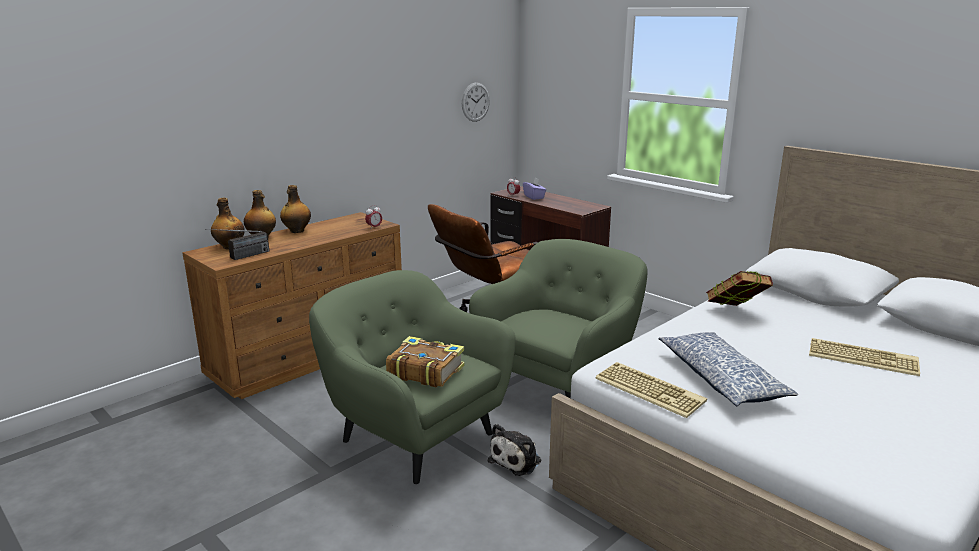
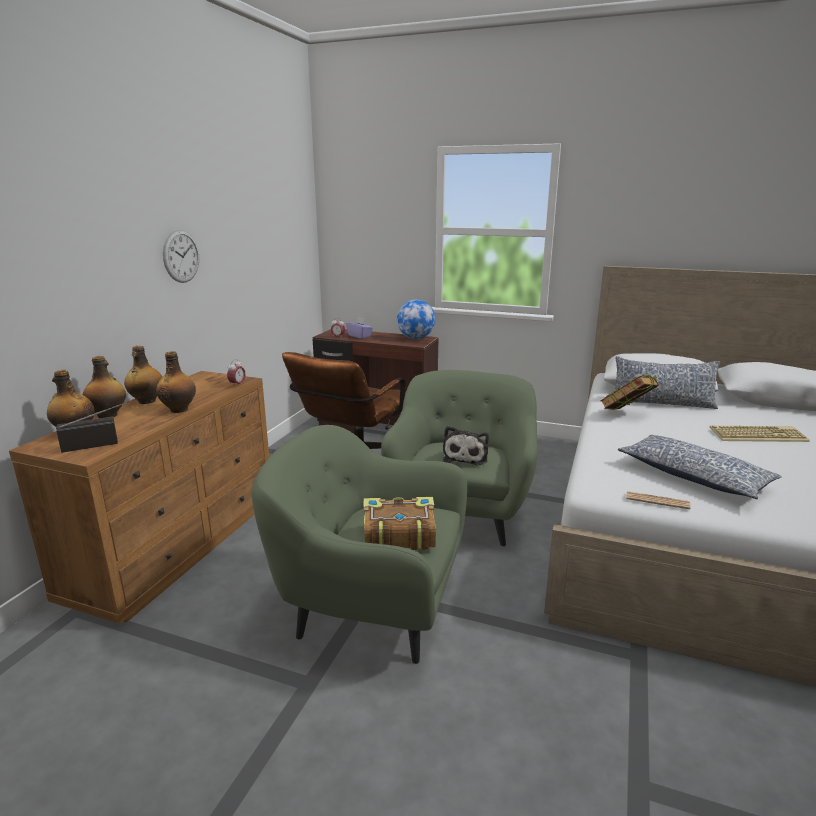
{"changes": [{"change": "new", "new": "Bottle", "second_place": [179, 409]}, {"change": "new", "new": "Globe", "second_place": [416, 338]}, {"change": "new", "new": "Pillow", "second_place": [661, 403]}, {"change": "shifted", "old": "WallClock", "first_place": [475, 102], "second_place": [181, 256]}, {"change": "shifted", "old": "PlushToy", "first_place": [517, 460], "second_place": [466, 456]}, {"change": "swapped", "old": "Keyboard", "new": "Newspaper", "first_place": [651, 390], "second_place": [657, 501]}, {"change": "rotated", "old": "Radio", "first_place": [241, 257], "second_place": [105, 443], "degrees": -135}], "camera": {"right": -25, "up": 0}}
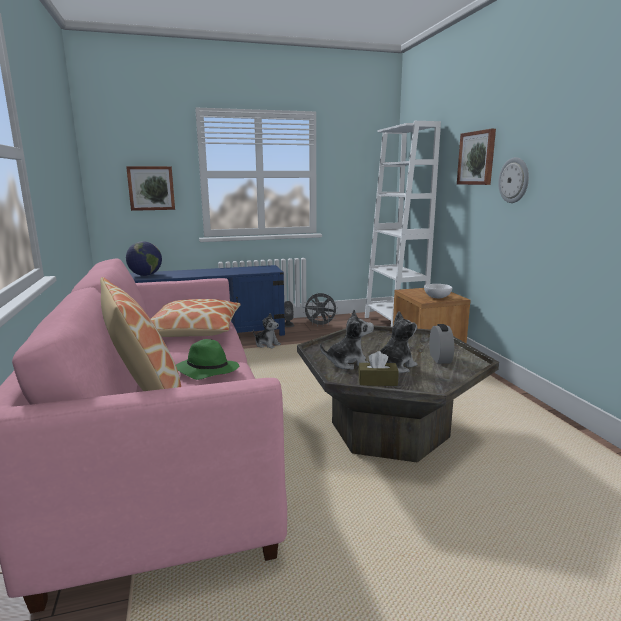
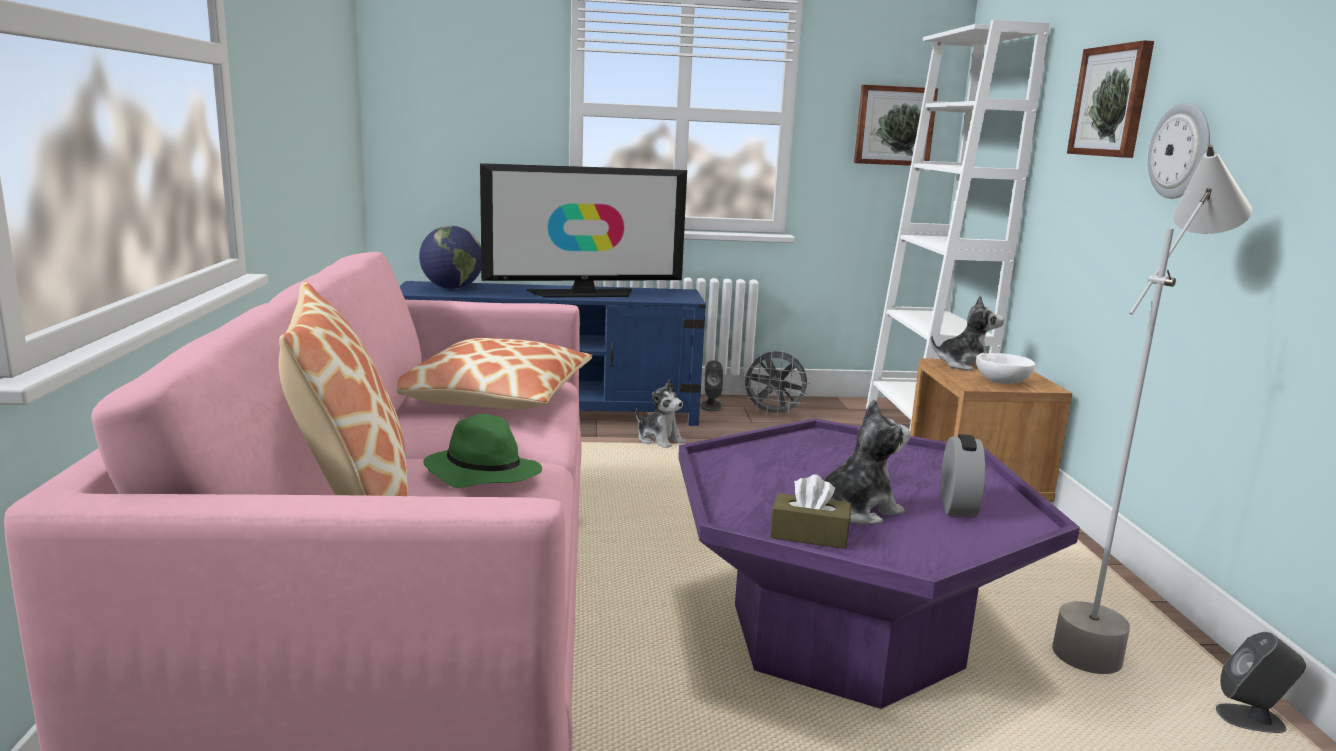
{"changes": [{"change": "new", "new": "Television", "second_place": [583, 293]}, {"change": "new", "new": "GreyFloorLamp", "second_place": [1106, 637]}, {"change": "new", "new": "GreySpeaker", "second_place": [1250, 720]}, {"change": "shifted", "old": "Picture", "first_place": [151, 188], "second_place": [894, 126]}, {"change": "shifted", "old": "PlushToy", "first_place": [348, 363], "second_place": [964, 365]}, {"change": "repainted", "old": "GreyCoffeeTable", "new": "PurpleCoffeeTable", "first_place": [388, 430], "second_place": [842, 637]}], "camera": {"right": 10, "up": 0}}
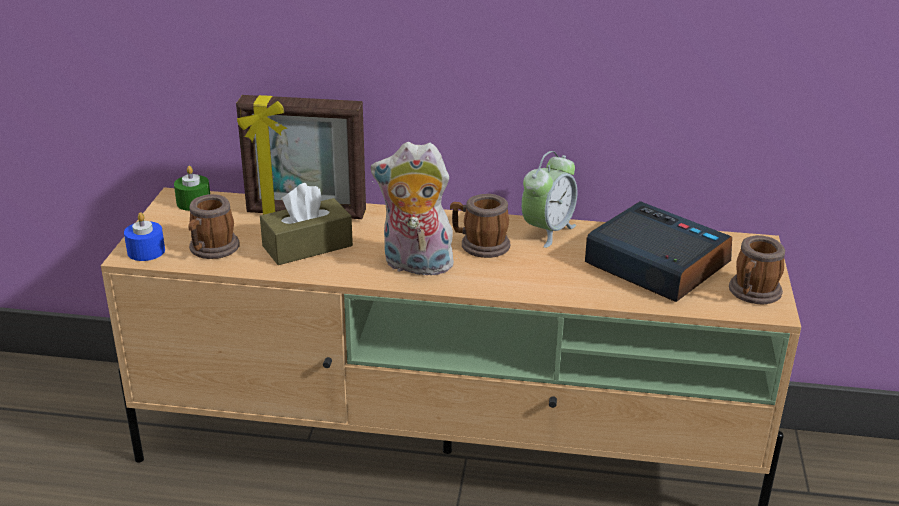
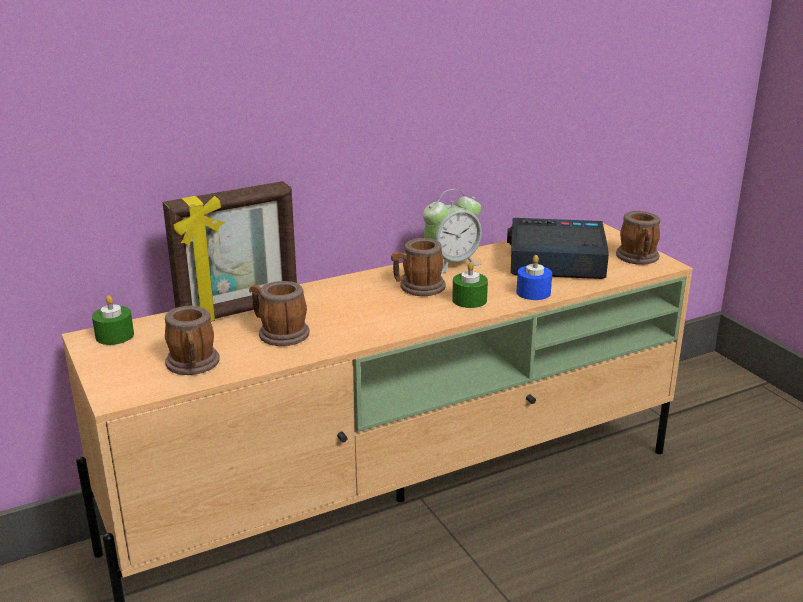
{"changes": [{"change": "gone", "old": "PlushToy", "first_place": [415, 266]}, {"change": "new", "new": "GreenCandle", "second_place": [469, 300]}, {"change": "shifted", "old": "BlueCandle", "first_place": [146, 251], "second_place": [533, 292]}, {"change": "swapped", "old": "BrownTissueBox", "new": "Mug", "first_place": [307, 246], "second_place": [279, 333]}, {"change": "rotated", "old": "AlarmClock", "first_place": [547, 231], "second_place": [452, 263], "degrees": 60}], "camera": {"right": -35, "up": -5}}
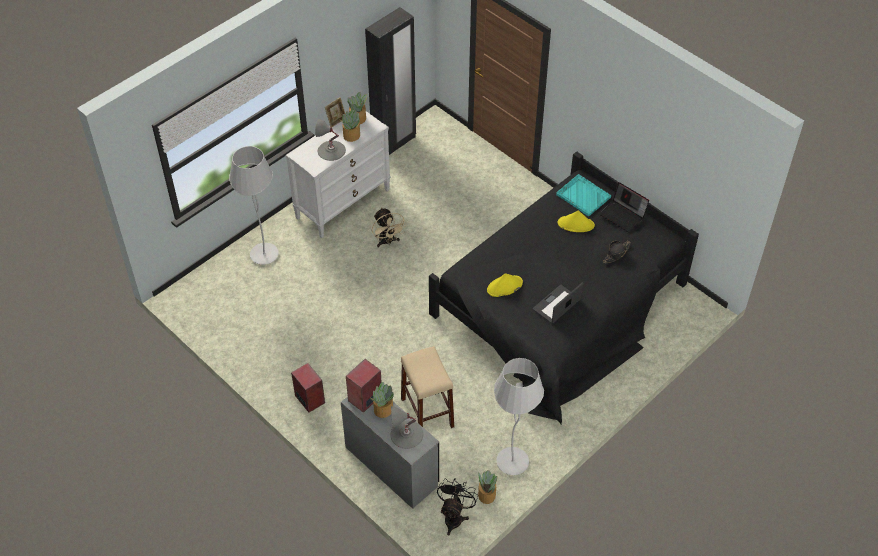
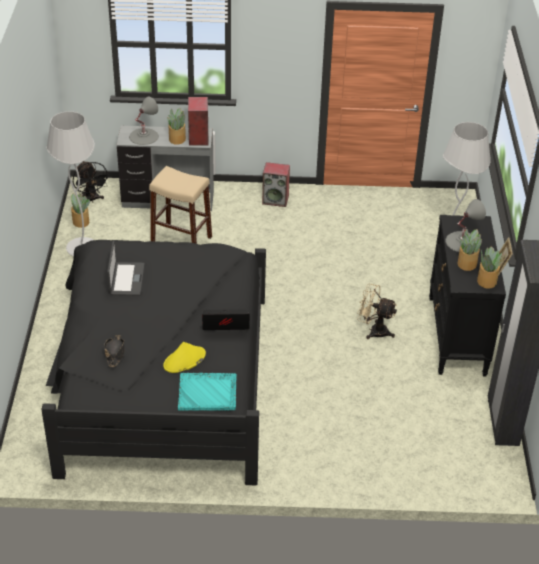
{"changes": [{"change": "gone", "old": "YellowHat", "first_place": [504, 286]}, {"change": "shifted", "old": "Laptop", "first_place": [623, 215], "second_place": [225, 324]}, {"change": "repainted", "old": "WhiteDresser", "new": "BlackDresser", "first_place": [343, 203], "second_place": [457, 336]}], "camera": {"right": 135, "up": -10}}
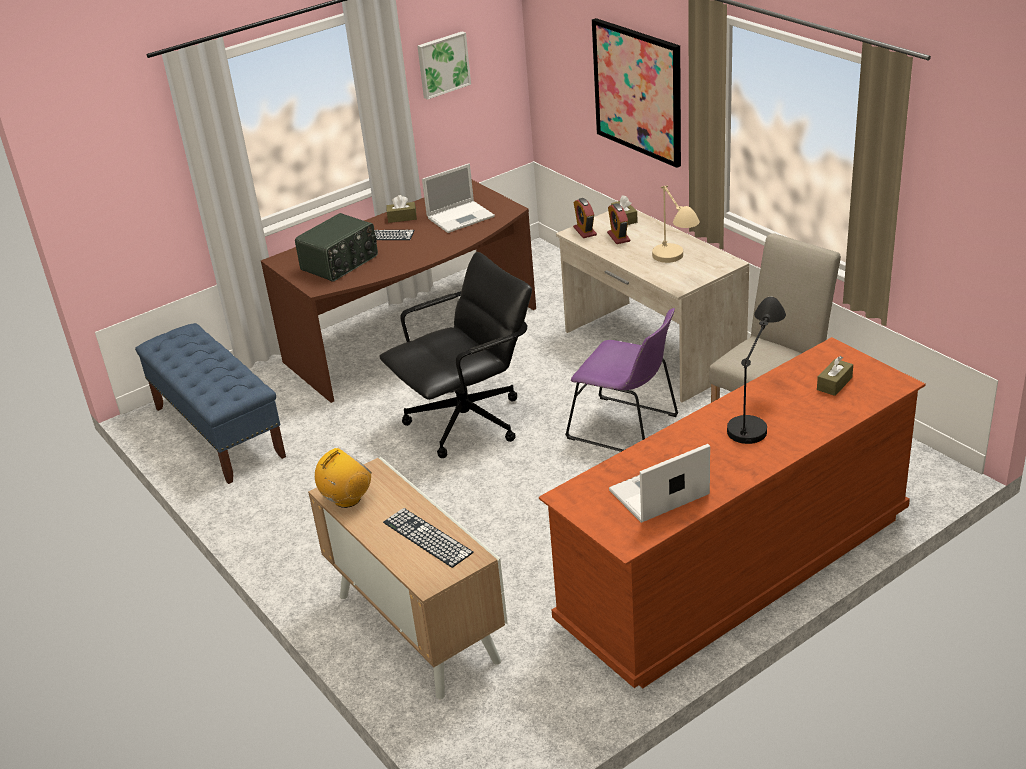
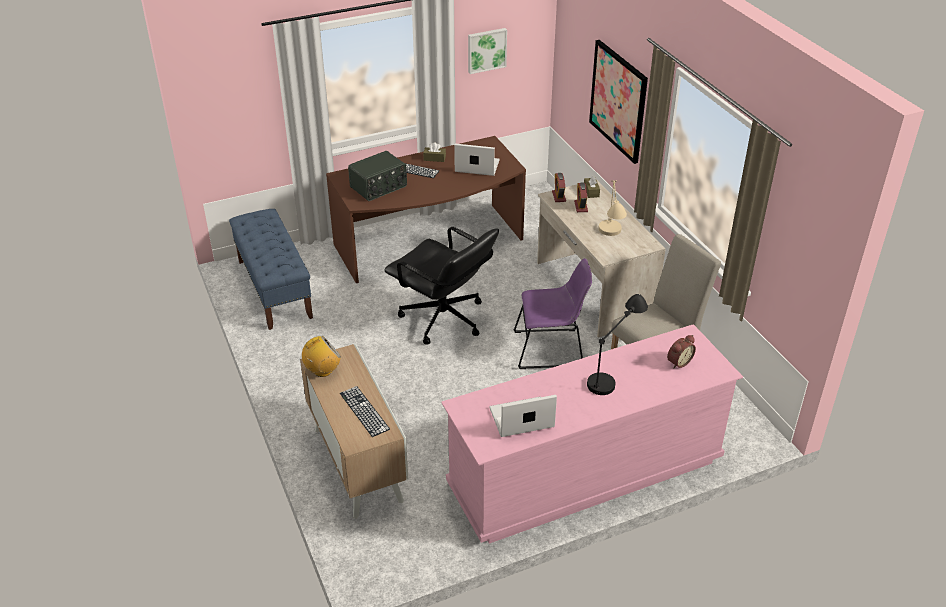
{"changes": [{"change": "swapped", "old": "BrownTissueBox", "new": "AlarmClock", "first_place": [834, 384], "second_place": [678, 362]}, {"change": "repainted", "old": "BrownDresser", "new": "PinkDresser", "first_place": [735, 569], "second_place": [585, 473]}, {"change": "rotated", "old": "BlackOfficeChair", "first_place": [467, 422], "second_place": [443, 319], "degrees": 60}, {"change": "rotated", "old": "Laptop", "first_place": [461, 217], "second_place": [476, 166], "degrees": -150}, {"change": "rotated", "old": "PurpleChair", "first_place": [627, 428], "second_place": [551, 349], "degrees": -45}], "camera": {"right": 10, "up": 5}}
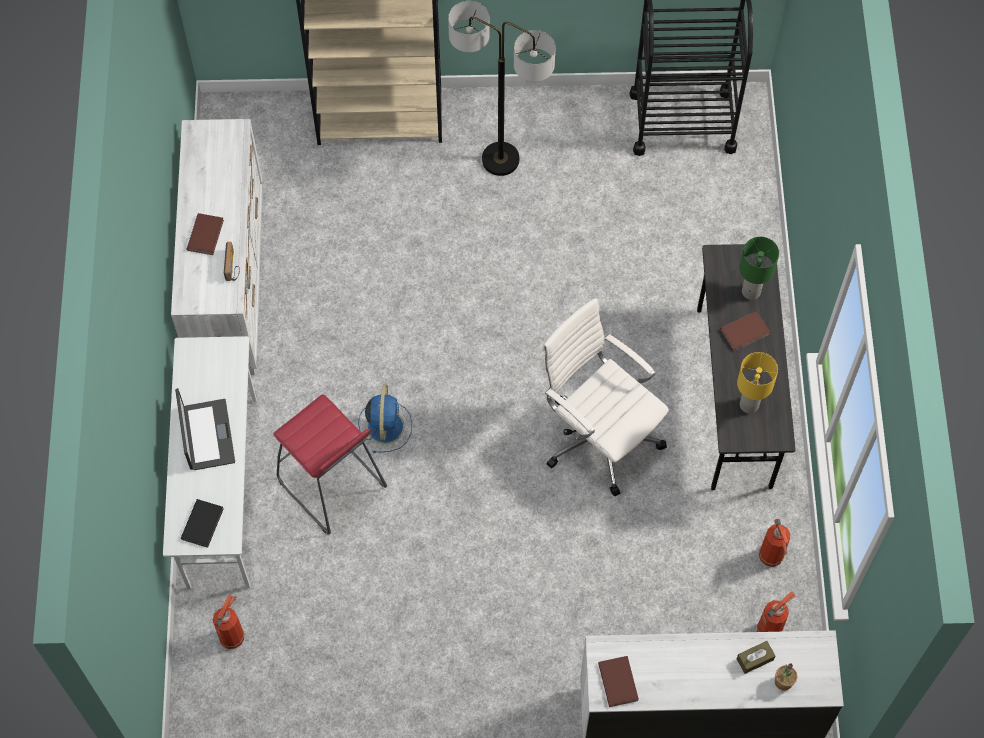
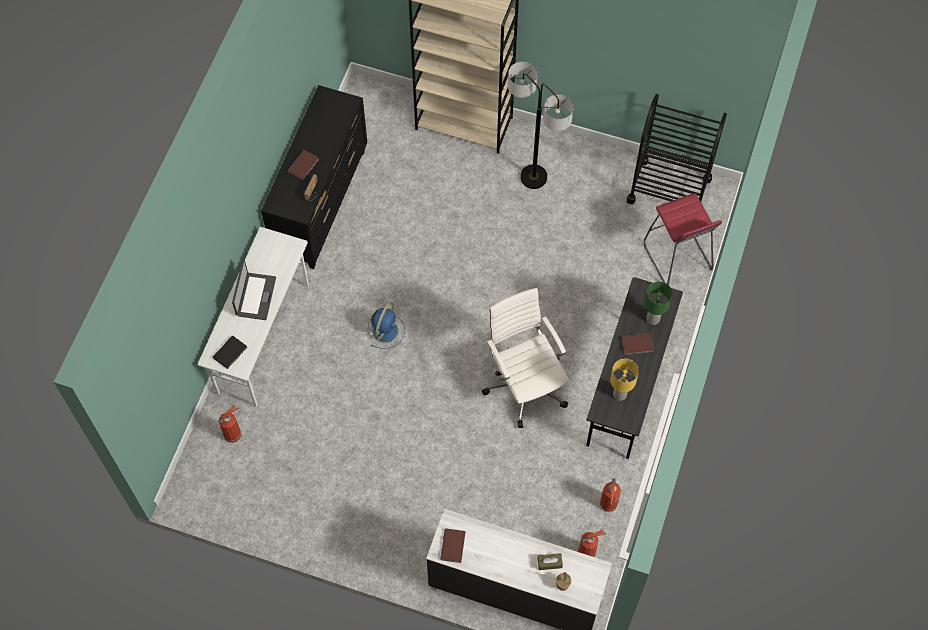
{"changes": [{"change": "shifted", "old": "RedStool", "first_place": [331, 484], "second_place": [677, 257]}, {"change": "repainted", "old": "WhiteDresser", "new": "BlackDresser", "first_place": [229, 282], "second_place": [321, 203]}], "camera": {"right": 20, "up": 0}}
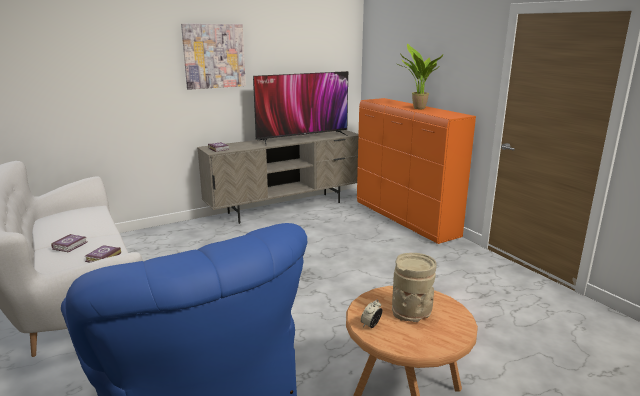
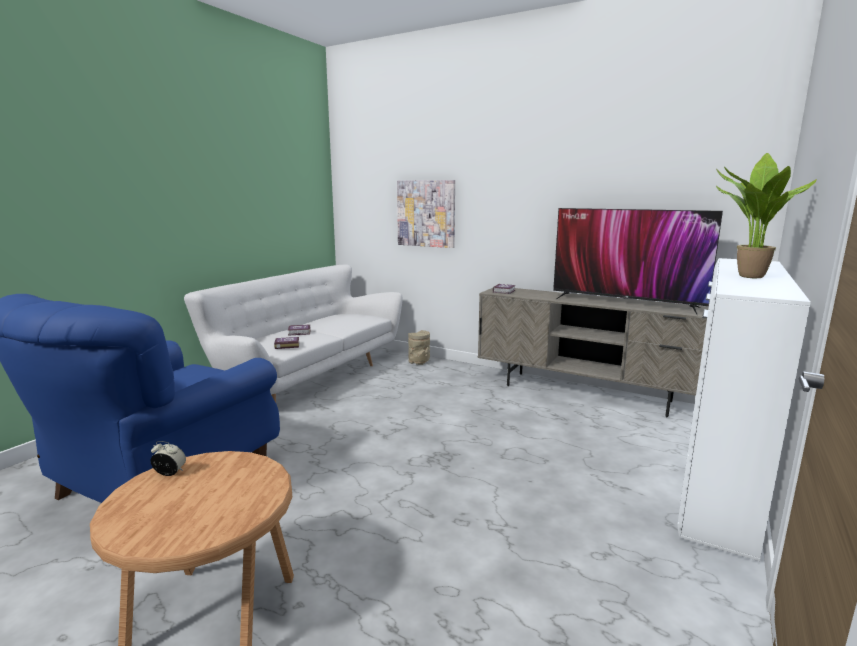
{"changes": [{"change": "shifted", "old": "Picture", "first_place": [214, 56], "second_place": [426, 213]}, {"change": "shifted", "old": "BeigeVase", "first_place": [412, 312], "second_place": [419, 362]}, {"change": "repainted", "old": "OrangeDresser", "new": "WhiteDresser", "first_place": [404, 219], "second_place": [715, 481]}], "camera": {"right": 60, "up": -5}}
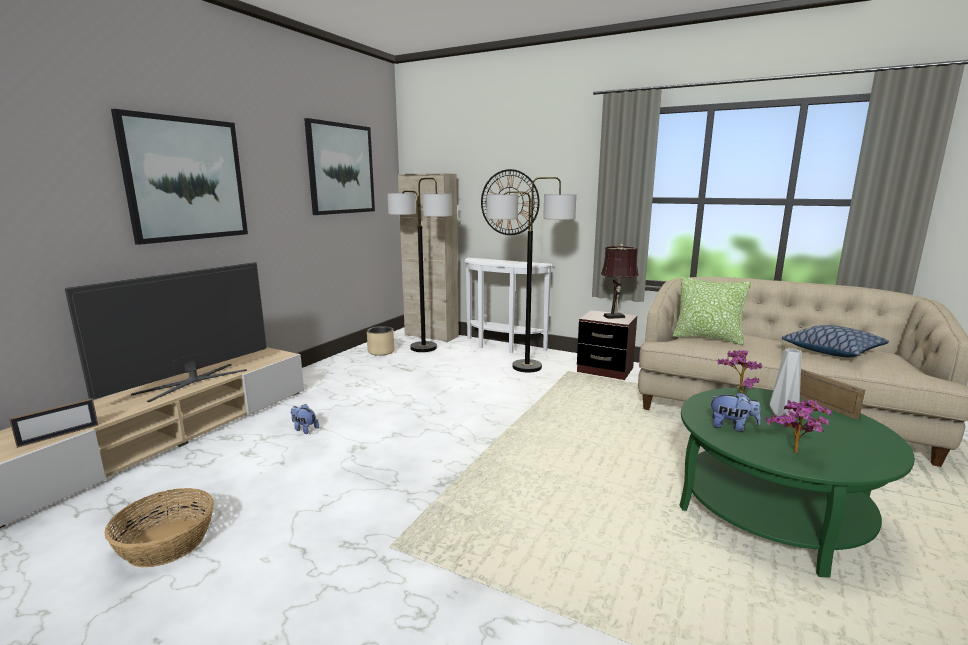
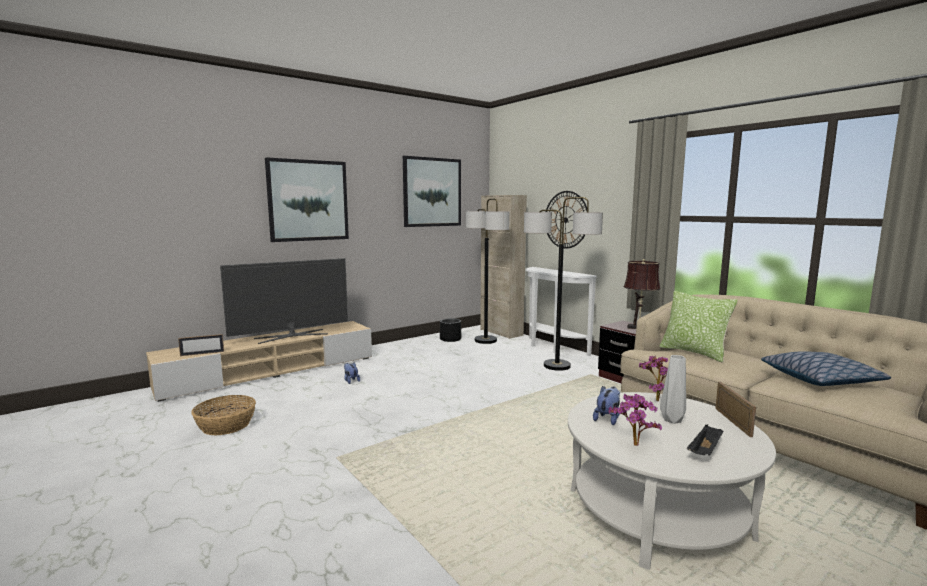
{"changes": [{"change": "new", "new": "BlackTray", "second_place": [705, 451]}, {"change": "repainted", "old": "BeigePlanter", "new": "BlackPlanter", "first_place": [381, 352], "second_place": [450, 339]}, {"change": "repainted", "old": "GreenCoffeeTable", "new": "WhiteCoffeeTable", "first_place": [772, 511], "second_place": [657, 513]}, {"change": "rotated", "old": "PlushToy", "first_place": [732, 427], "second_place": [607, 418], "degrees": -105}], "camera": {"right": 25, "up": -5}}
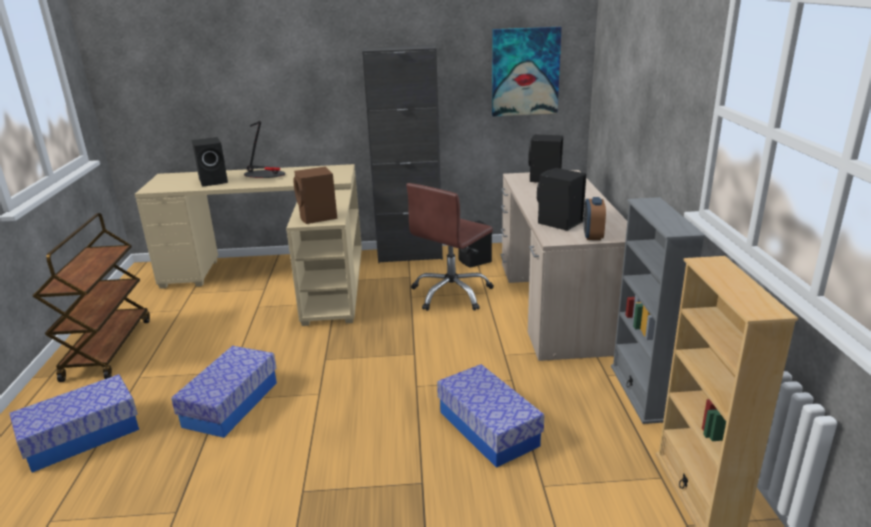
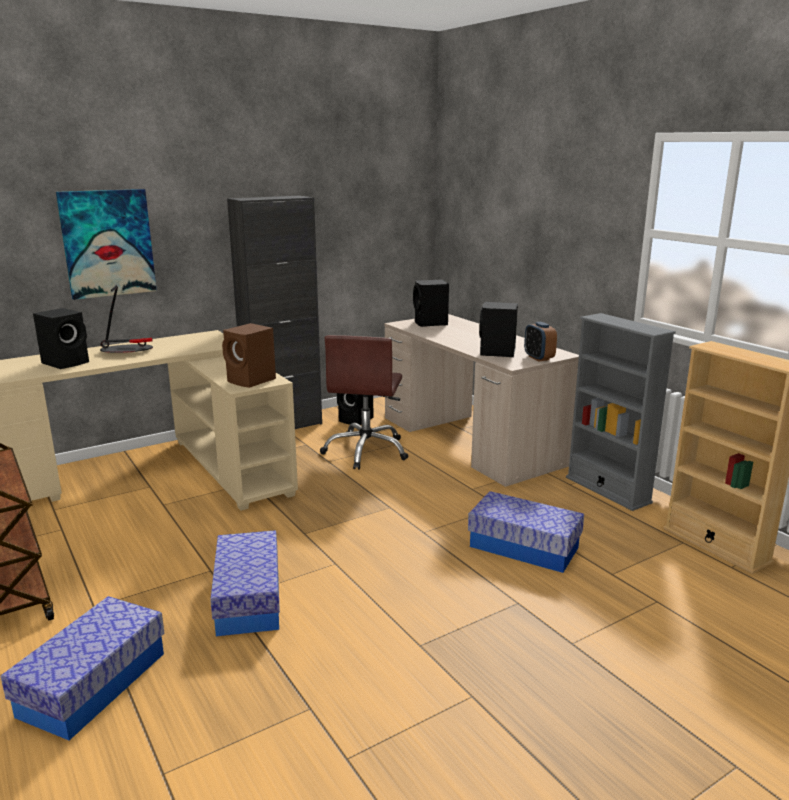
{"changes": [{"change": "shifted", "old": "Picture", "first_place": [525, 72], "second_place": [108, 243]}], "camera": {"right": -30, "up": -5}}
